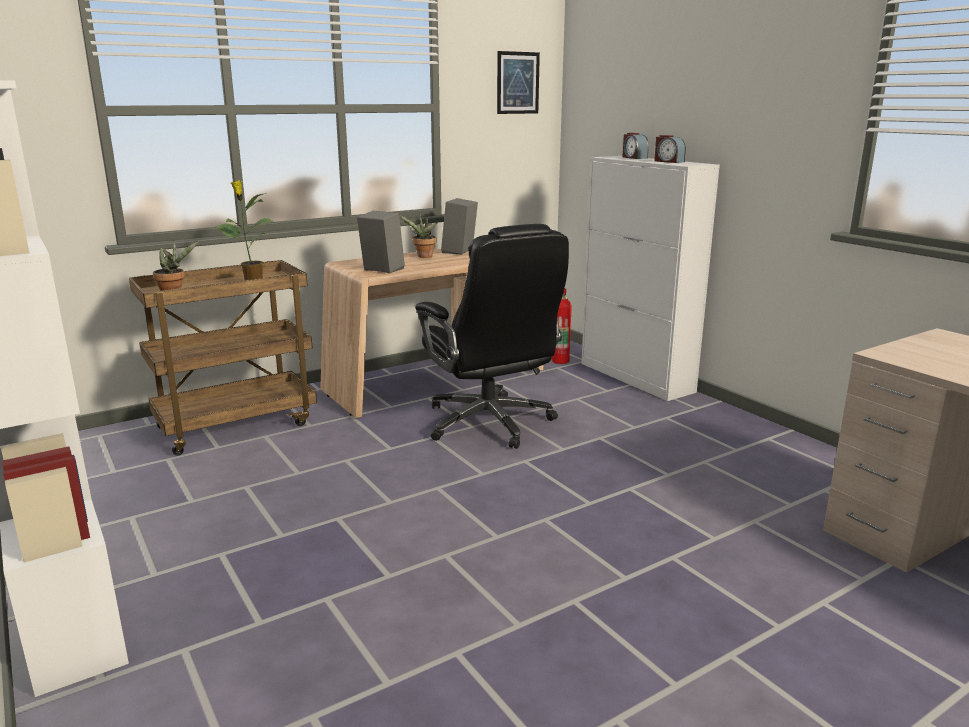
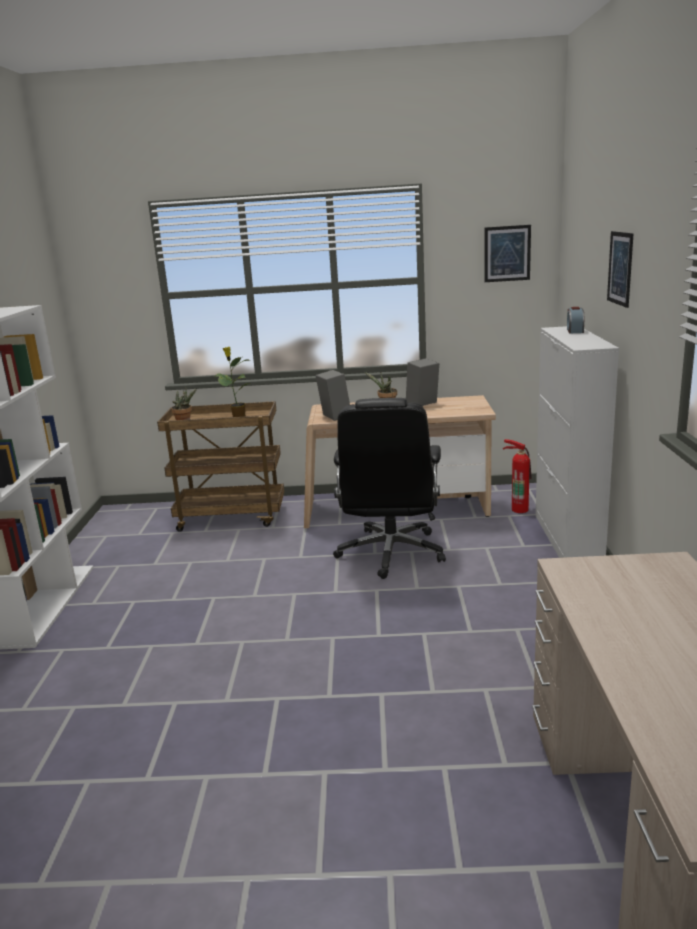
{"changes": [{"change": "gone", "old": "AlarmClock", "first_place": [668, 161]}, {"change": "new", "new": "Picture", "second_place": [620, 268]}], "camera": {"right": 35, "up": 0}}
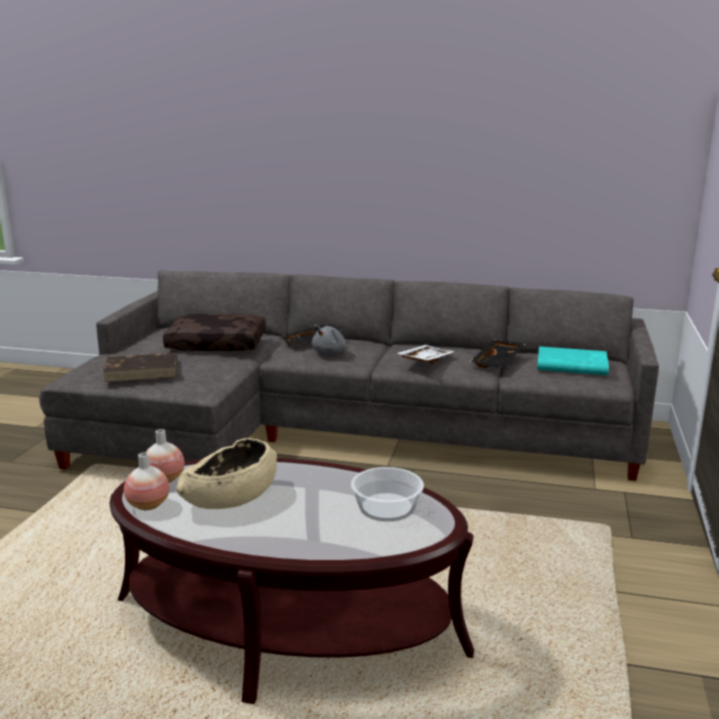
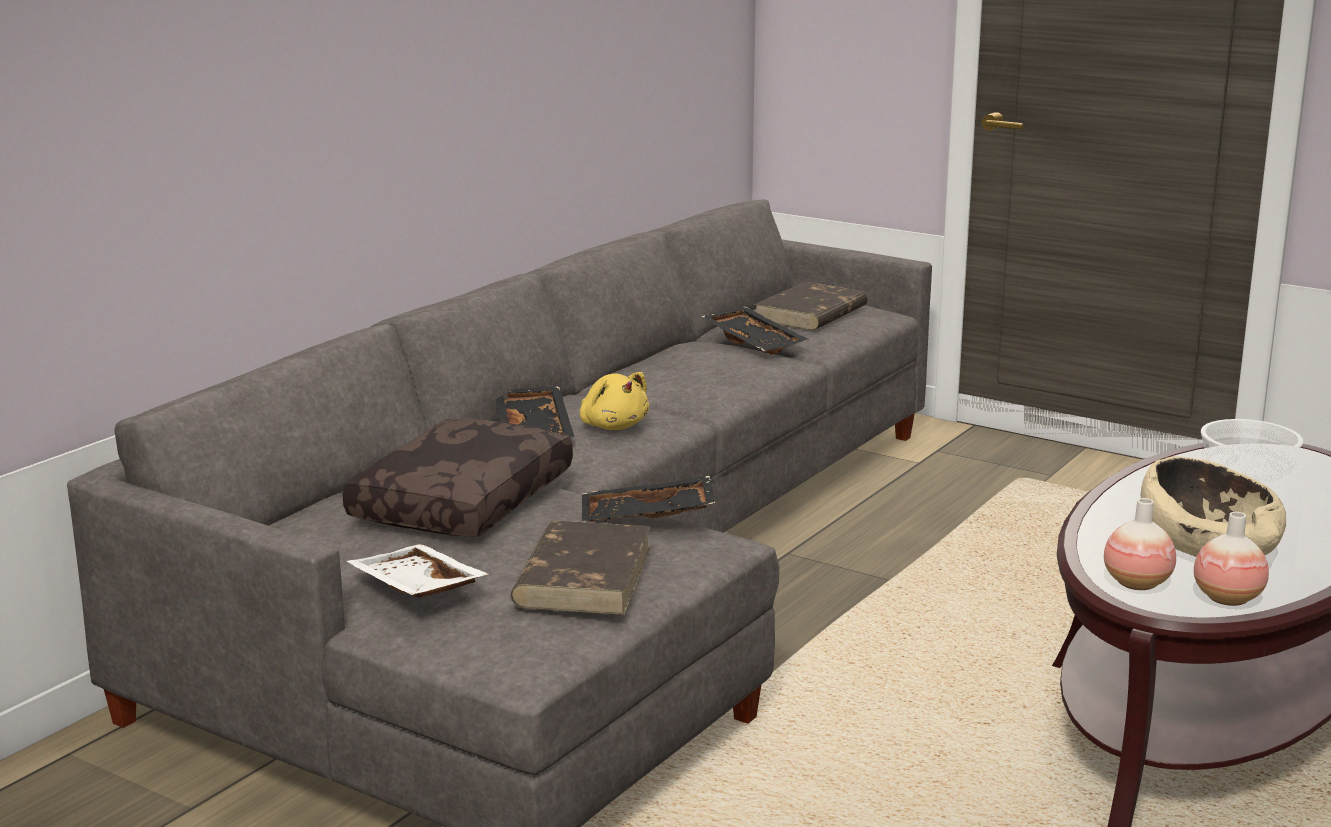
{"changes": [{"change": "new", "new": "BlackTray", "second_place": [647, 518]}, {"change": "shifted", "old": "WhiteTray", "first_place": [424, 360], "second_place": [414, 589]}, {"change": "repainted", "old": "GreyPlushToy", "new": "YellowPlushToy", "first_place": [330, 353], "second_place": [613, 426]}, {"change": "repainted", "old": "TurquoiseBook", "new": "BrownBook", "first_place": [570, 366], "second_place": [810, 314]}], "camera": {"right": -70, "up": 0}}
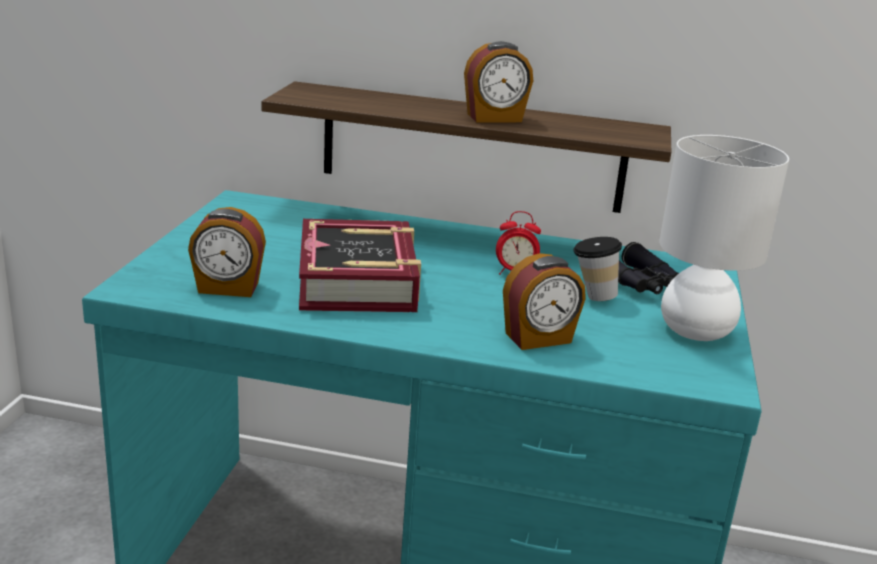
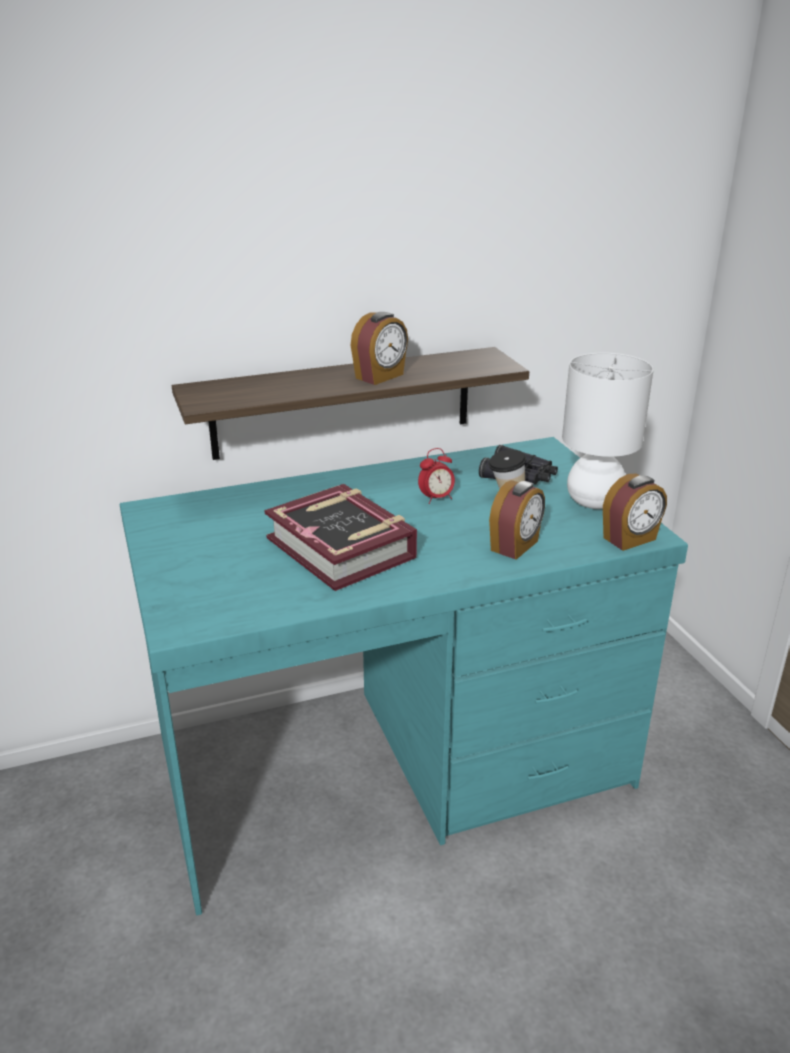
{"changes": [{"change": "shifted", "old": "AlarmClock", "first_place": [228, 288], "second_place": [630, 539]}], "camera": {"right": -30, "up": 5}}
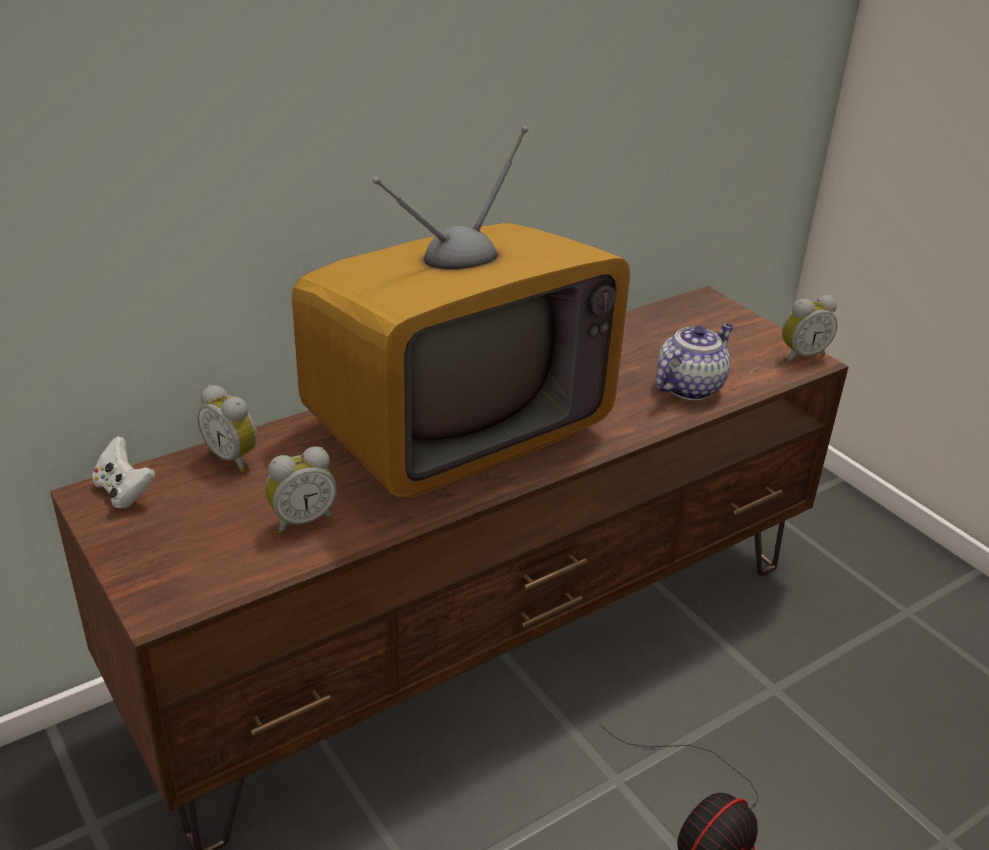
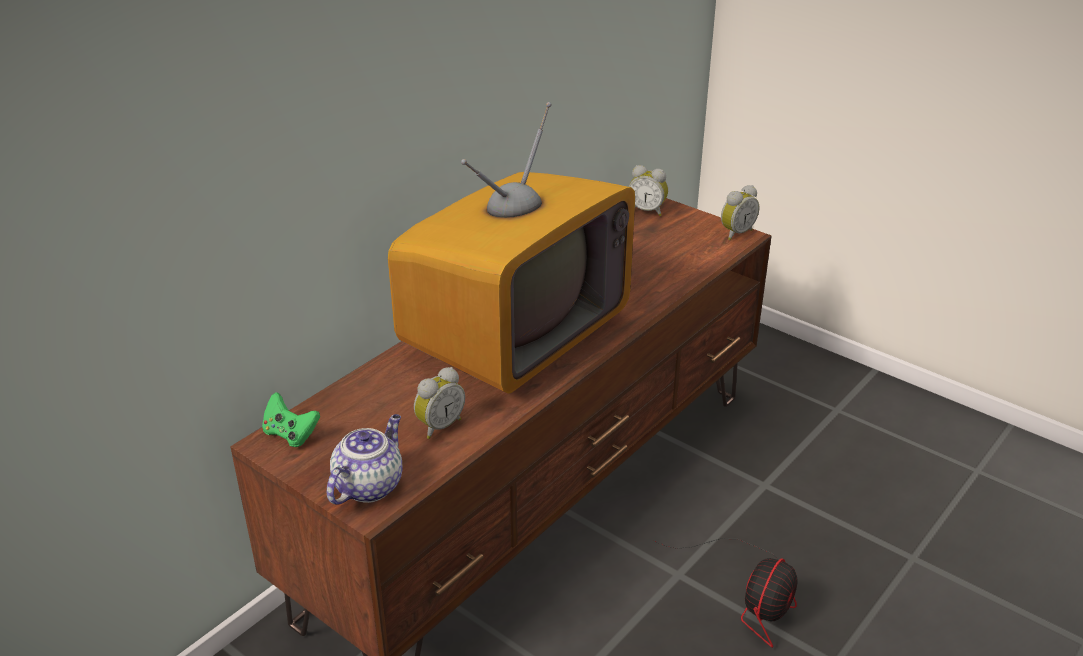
{"changes": [{"change": "shifted", "old": "AlarmClock", "first_place": [234, 457], "second_place": [647, 210]}, {"change": "shifted", "old": "Teapot", "first_place": [690, 386], "second_place": [369, 485]}, {"change": "repainted", "old": "WhiteGameController", "new": "GreenGameController", "first_place": [124, 492], "second_place": [290, 434]}], "camera": {"right": -15, "up": 0}}
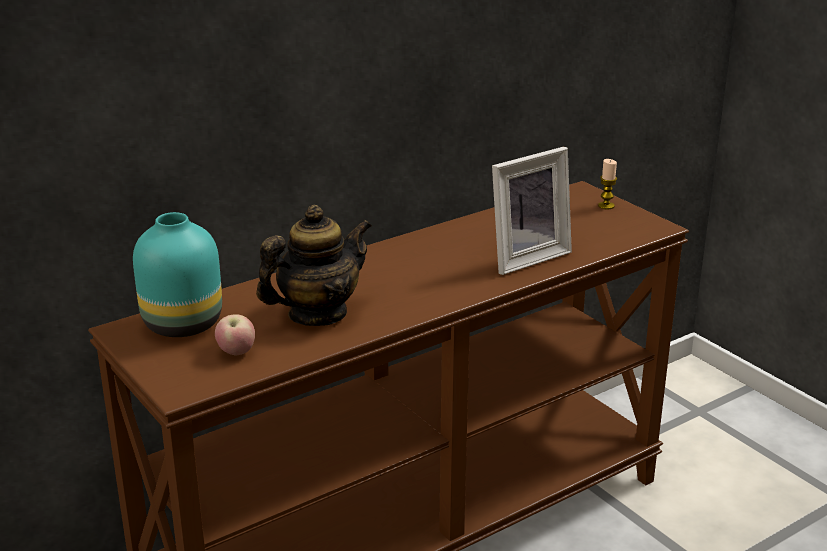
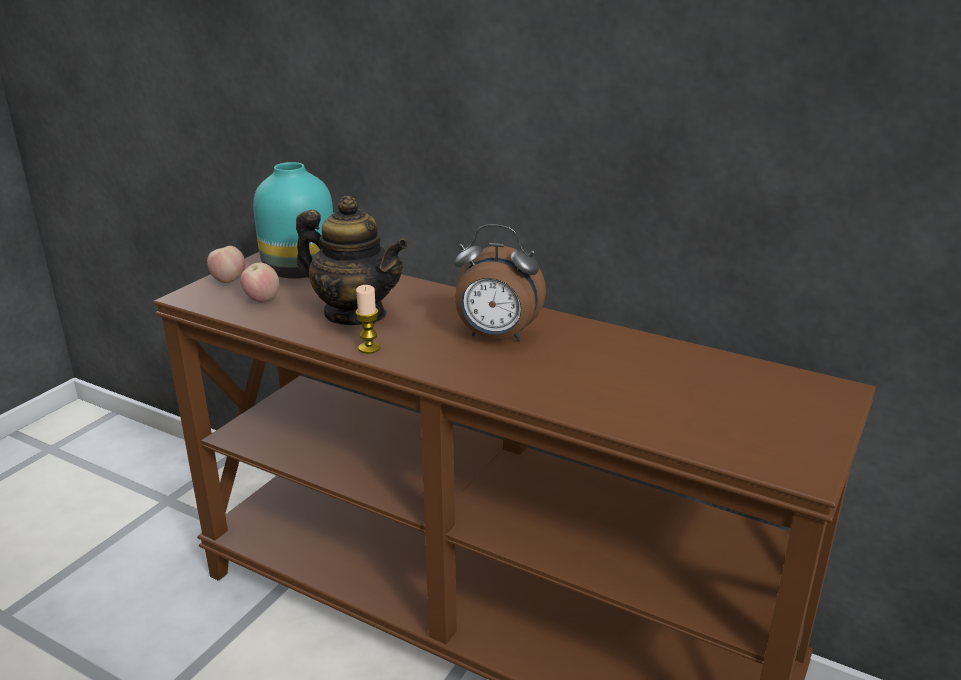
{"changes": [{"change": "gone", "old": "PictureFrame", "first_place": [525, 257]}, {"change": "new", "new": "Apple", "second_place": [229, 281]}, {"change": "new", "new": "AlarmClock", "second_place": [496, 337]}, {"change": "shifted", "old": "Candle", "first_place": [606, 206], "second_place": [369, 348]}], "camera": {"right": 65, "up": 0}}
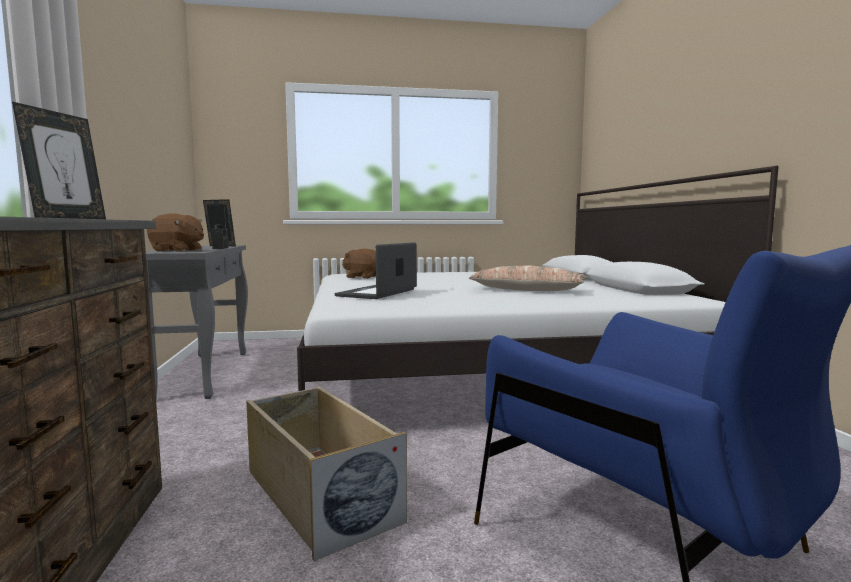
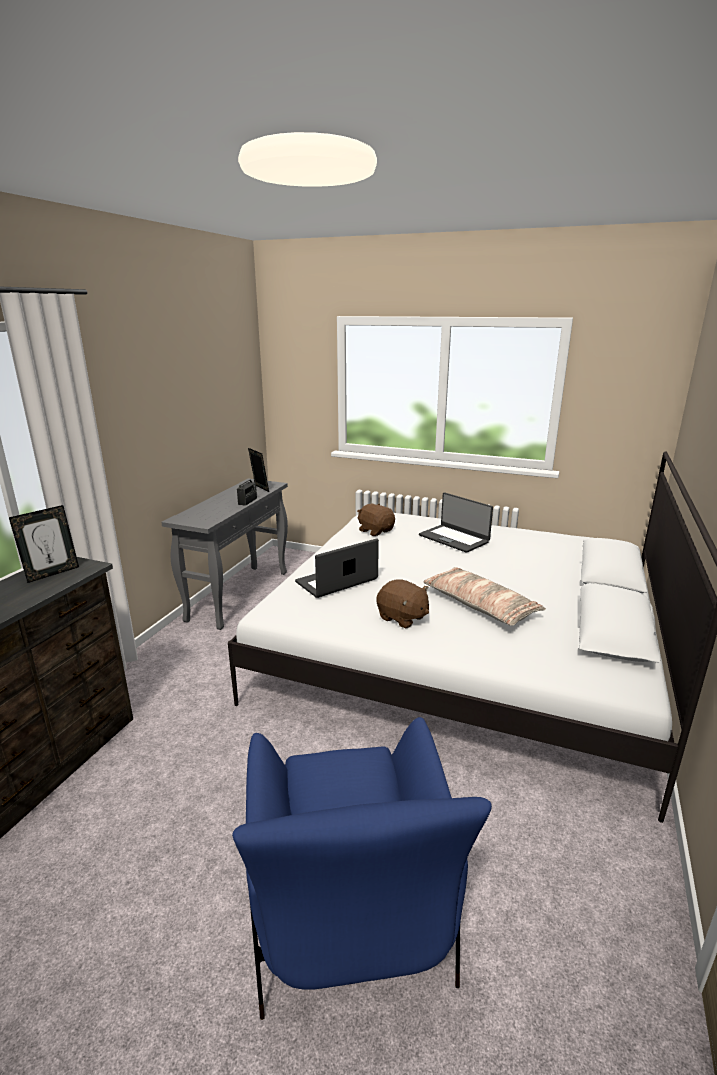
{"changes": [{"change": "gone", "old": "BeigeStorageBox", "first_place": [318, 495]}, {"change": "new", "new": "Laptop", "second_place": [454, 538]}, {"change": "shifted", "old": "BrownPlushToy", "first_place": [177, 251], "second_place": [402, 618]}], "camera": {"right": 30, "up": 15}}
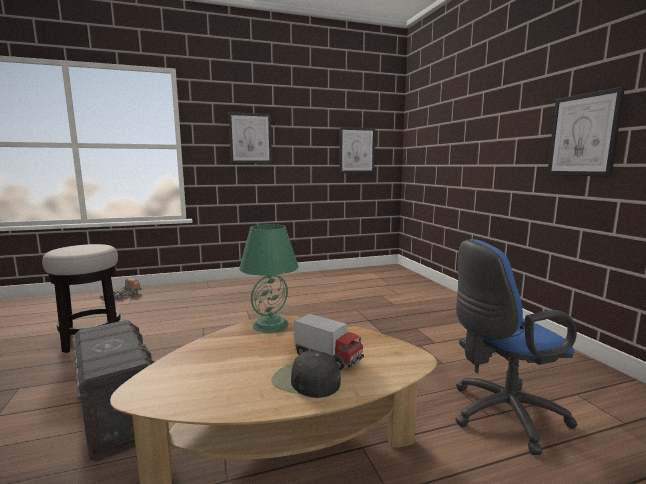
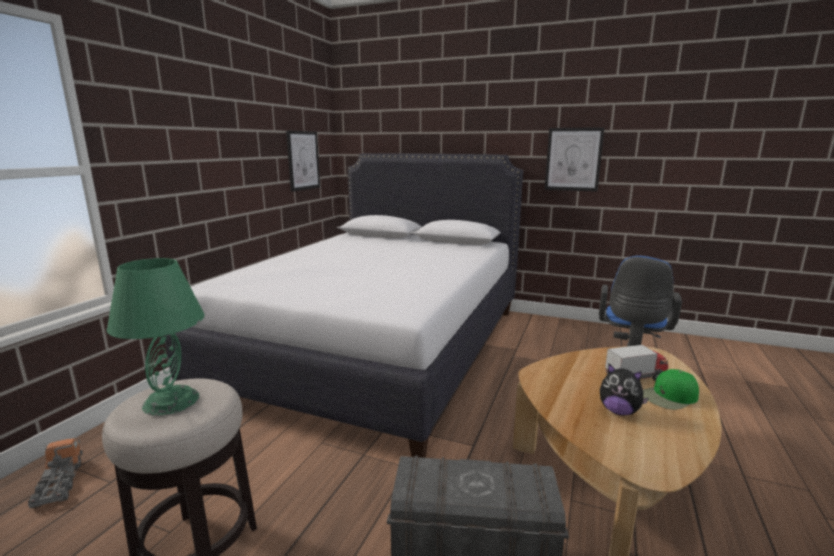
{"changes": [{"change": "gone", "old": "Picture", "first_place": [250, 138]}, {"change": "new", "new": "WhiteBed", "second_place": [378, 347]}, {"change": "new", "new": "PlushToy", "second_place": [619, 411]}, {"change": "shifted", "old": "GreenTableLamp", "first_place": [270, 324], "second_place": [171, 400]}, {"change": "repainted", "old": "BlackCap", "new": "GreenCap", "first_place": [305, 381], "second_place": [669, 397]}], "camera": {"right": -50, "up": 5}}
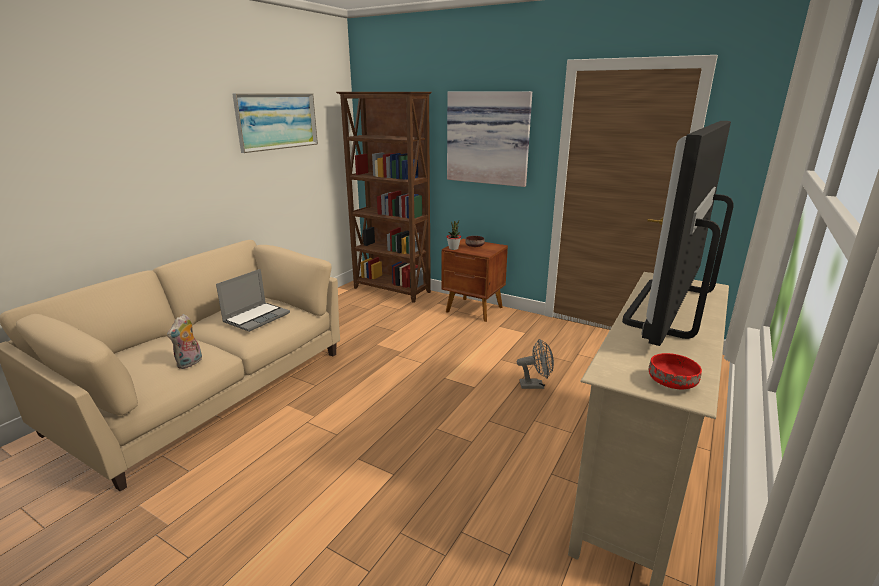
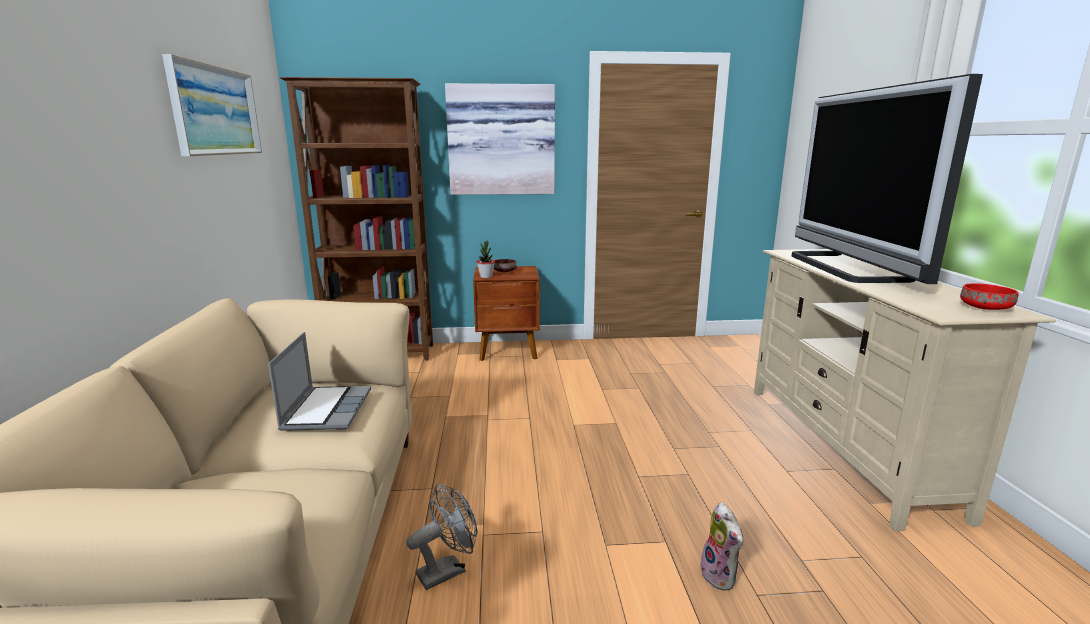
{"changes": [{"change": "shifted", "old": "PlushToy", "first_place": [190, 363], "second_place": [721, 576]}, {"change": "shifted", "old": "GreyFan", "first_place": [535, 385], "second_place": [447, 570]}], "camera": {"right": -35, "up": -5}}
